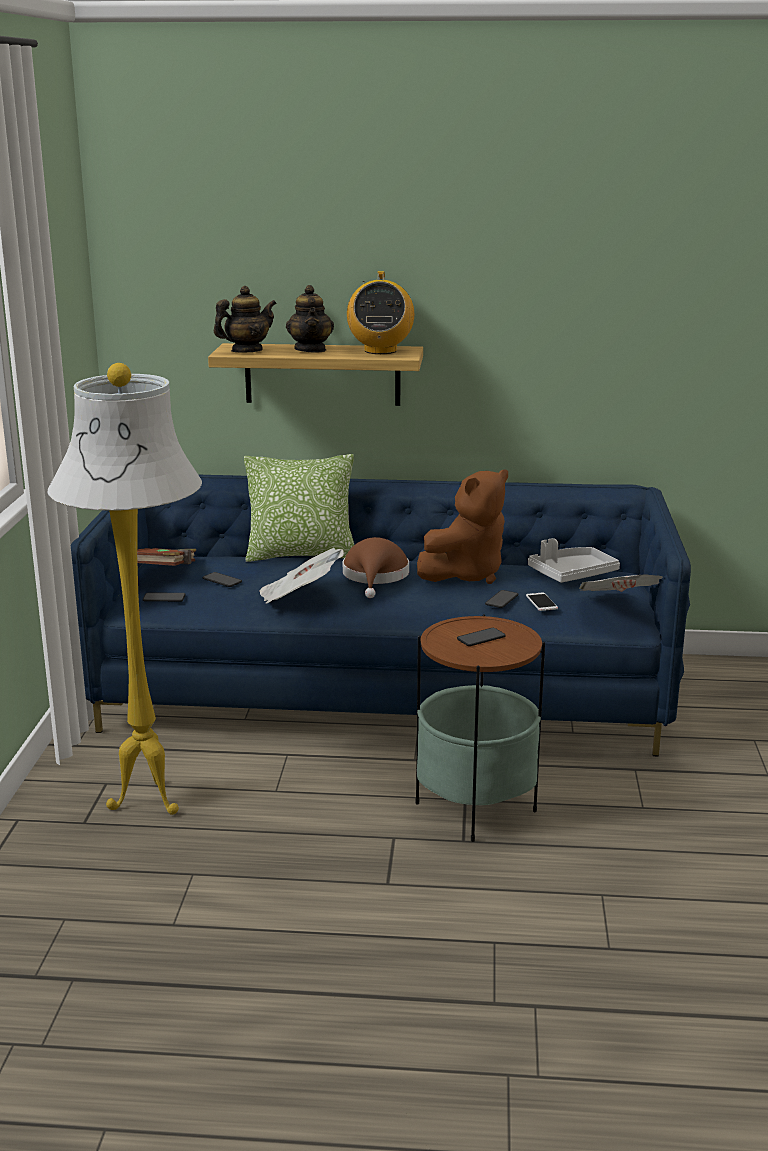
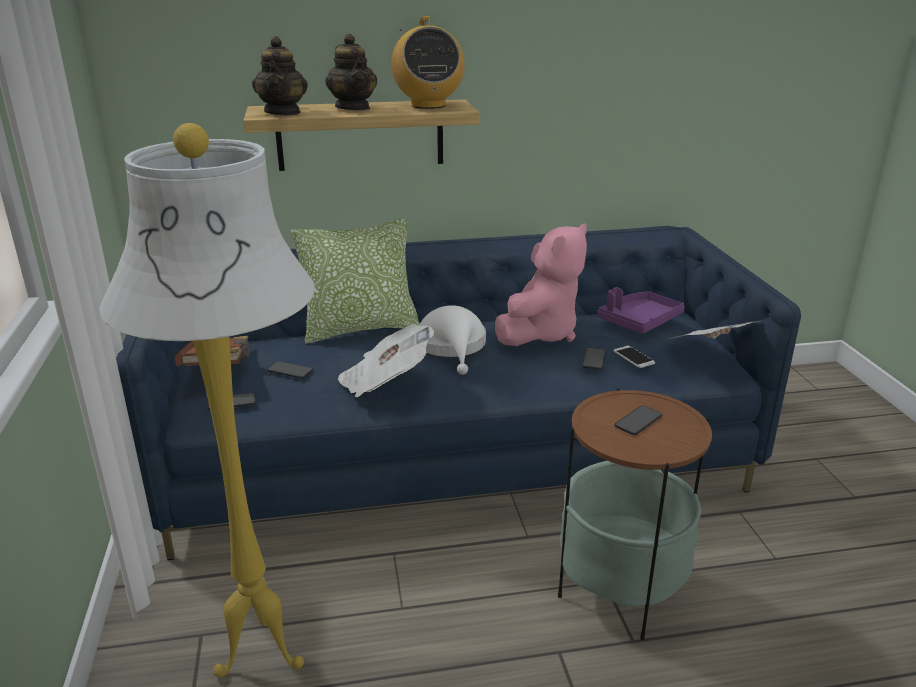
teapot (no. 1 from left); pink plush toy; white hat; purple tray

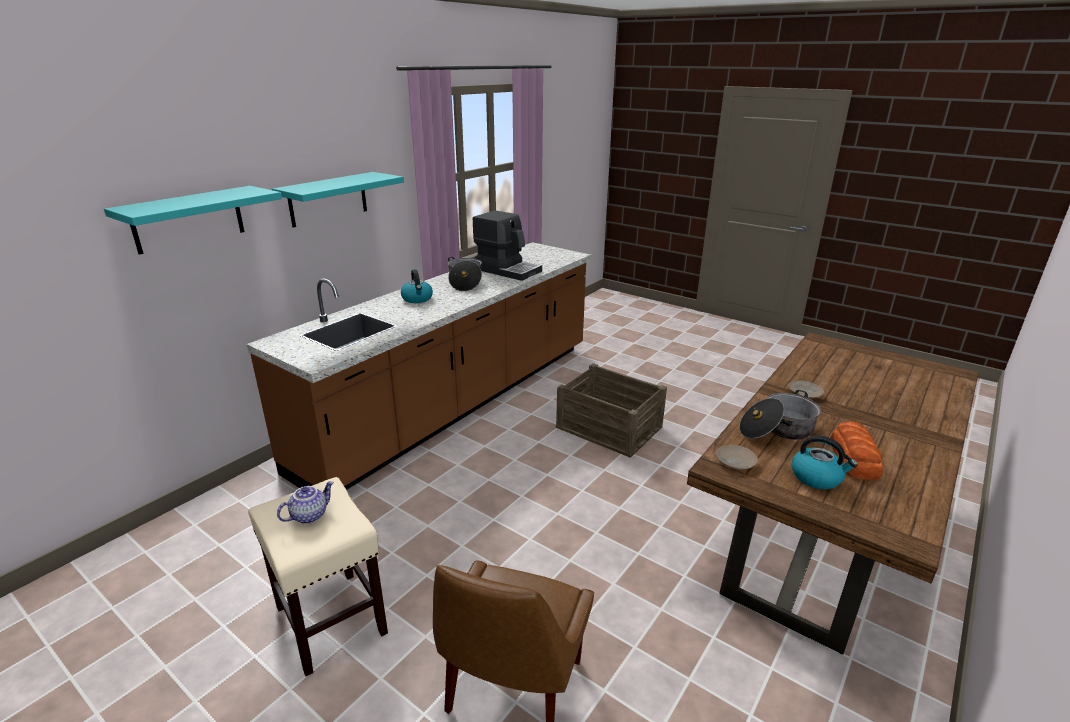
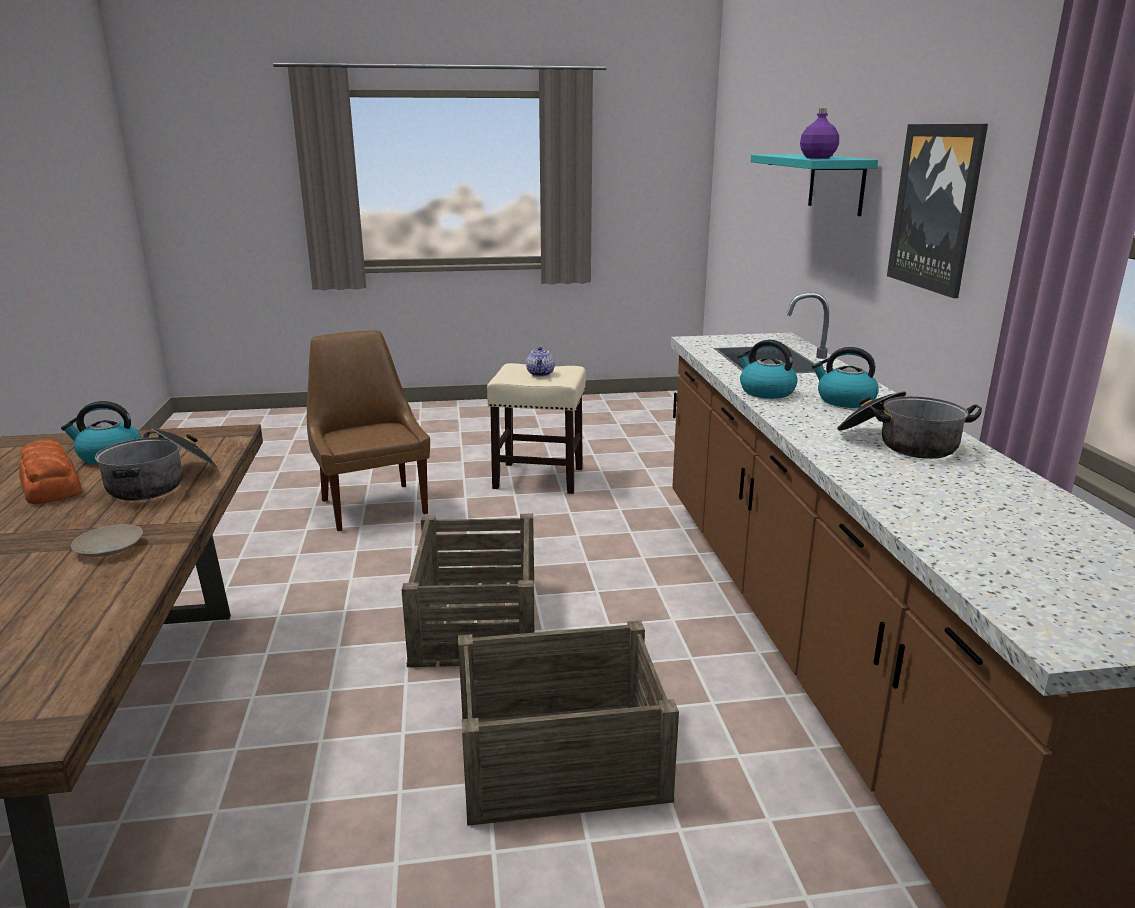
picture; coffee machine; beige plate (no. 1 from left in the first image); purple bottle; kettle (no. 2 from left); crate (no. 1 from left)

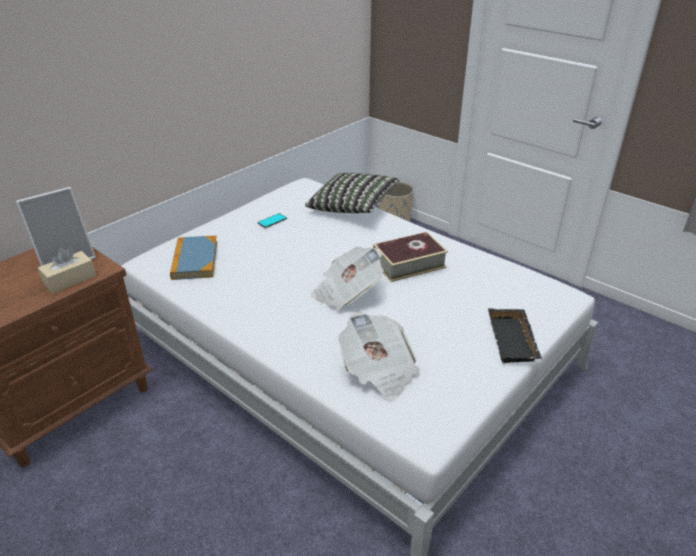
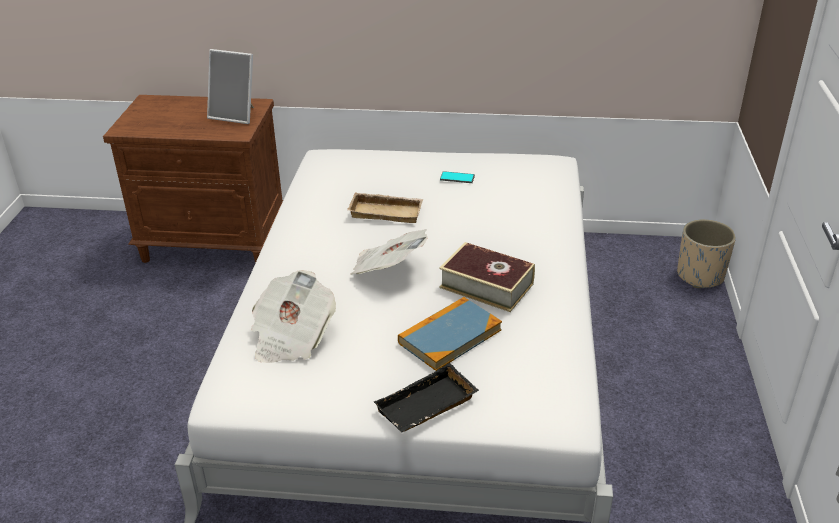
pillow; book (no. 1 from left); beige tissue box; beige tray

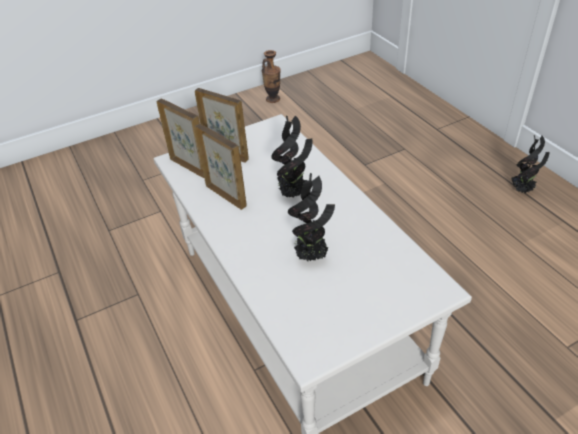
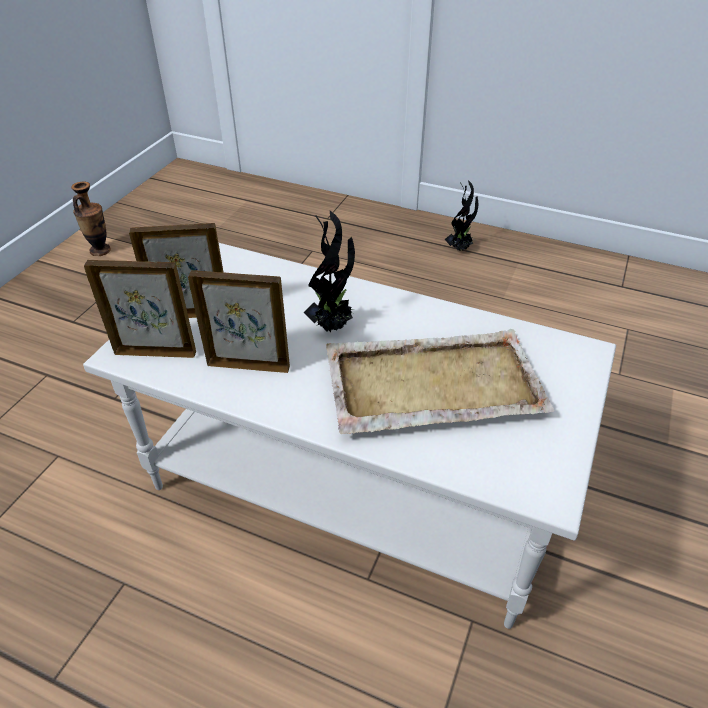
beige tray

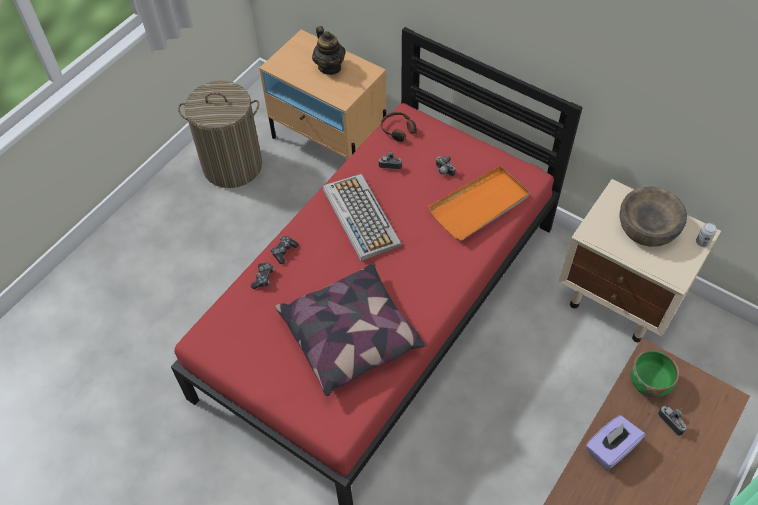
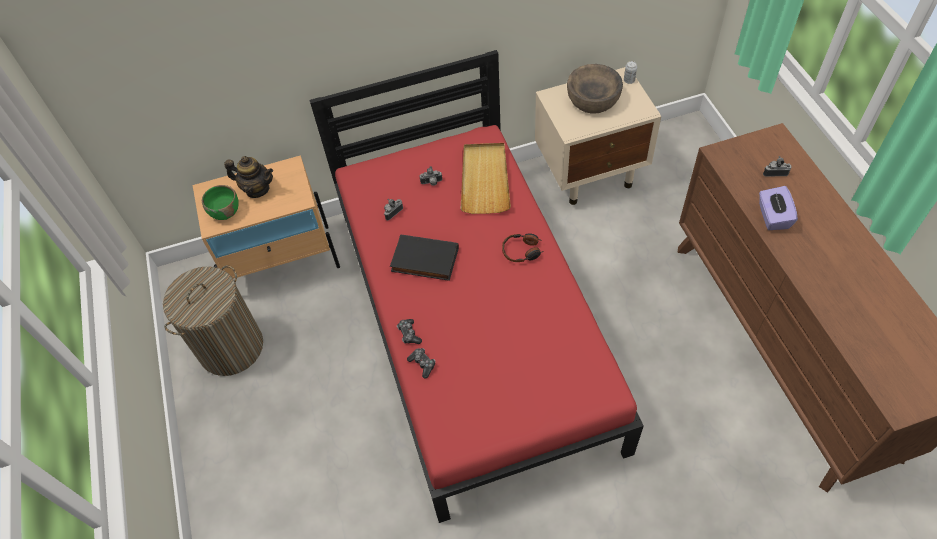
headphones; beige tray; black book; pillow; green bowl

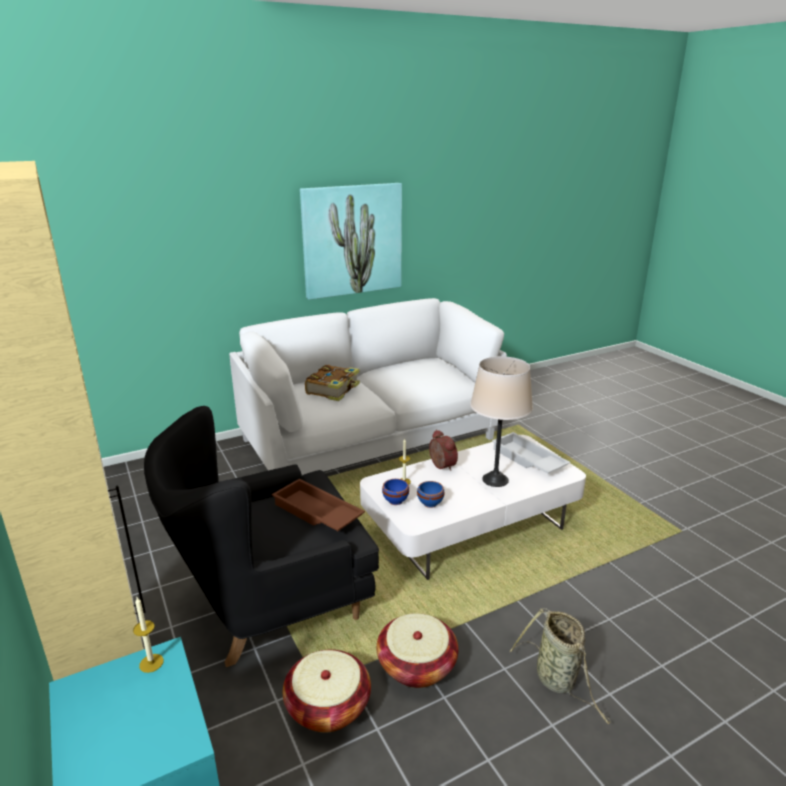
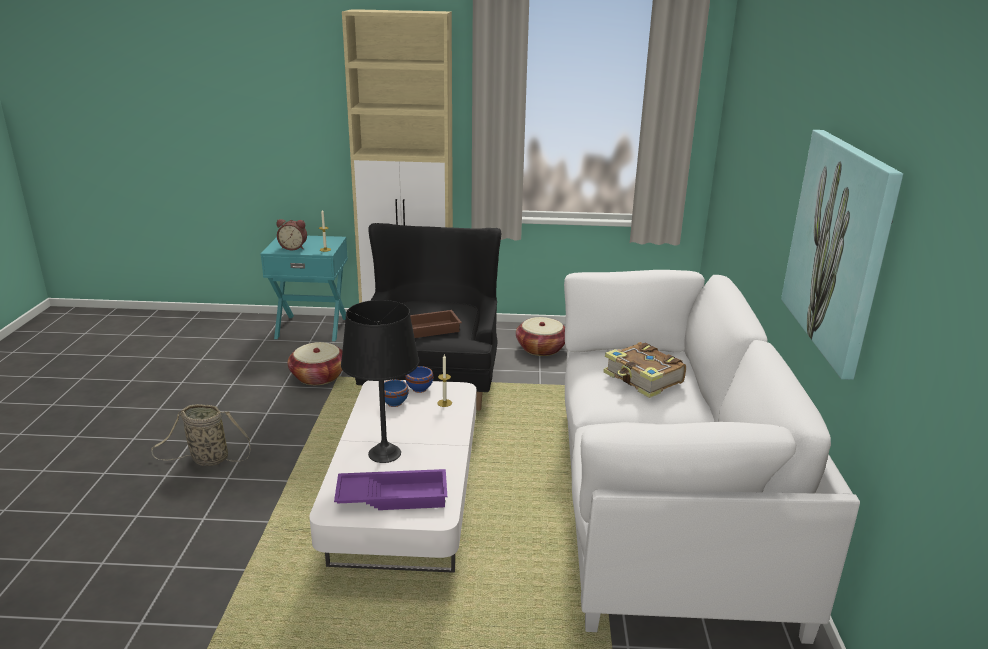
black table lamp; alarm clock; purple tray; basket (no. 3 from left)

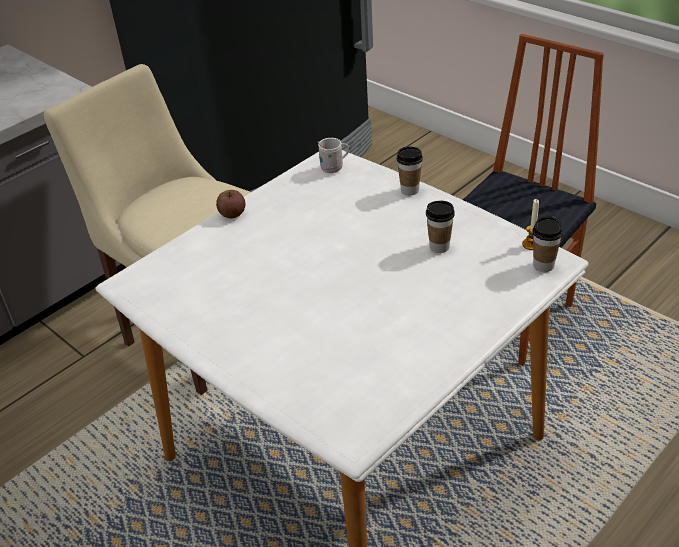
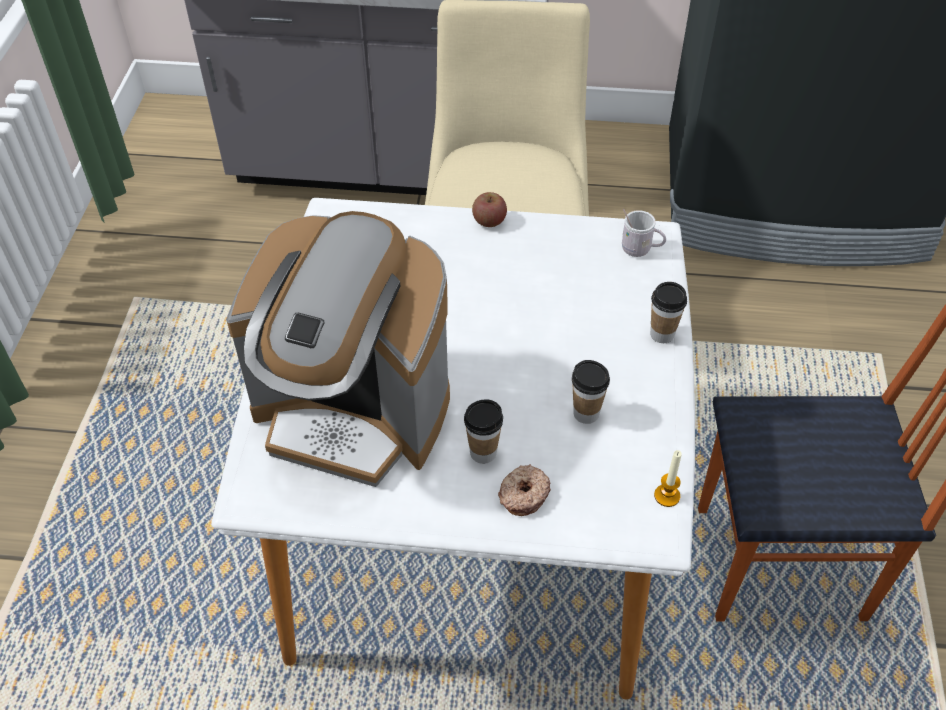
cup (no. 1 from left); coffee machine; donut

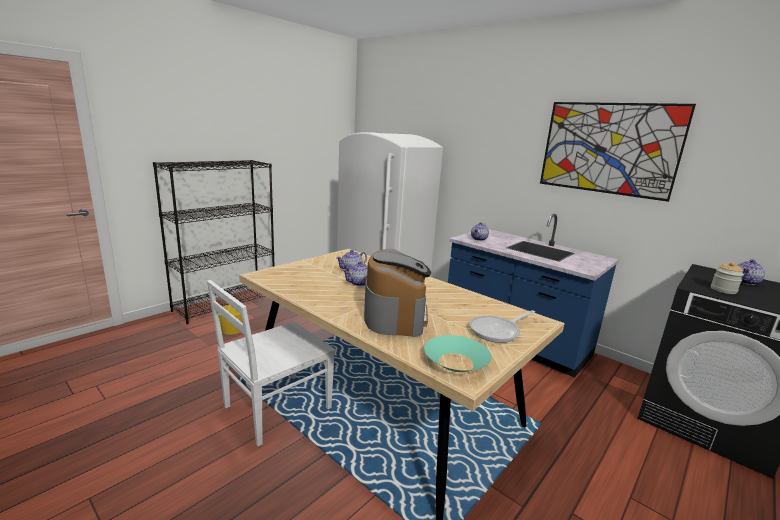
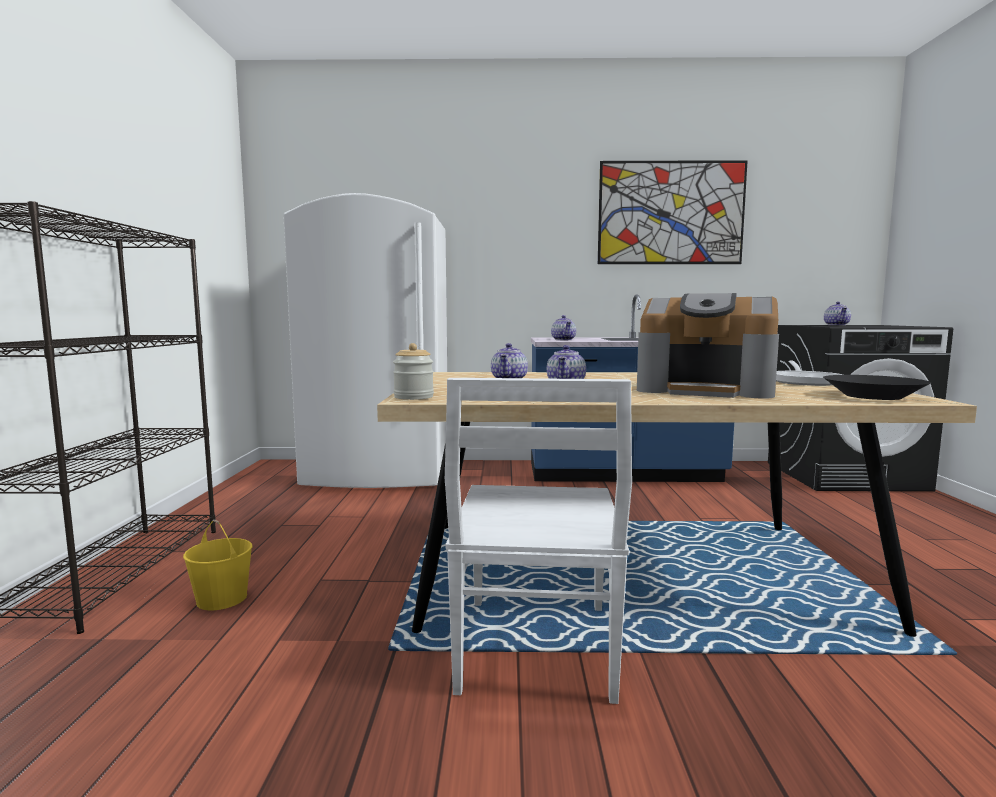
coffee machine; jar; black bowl

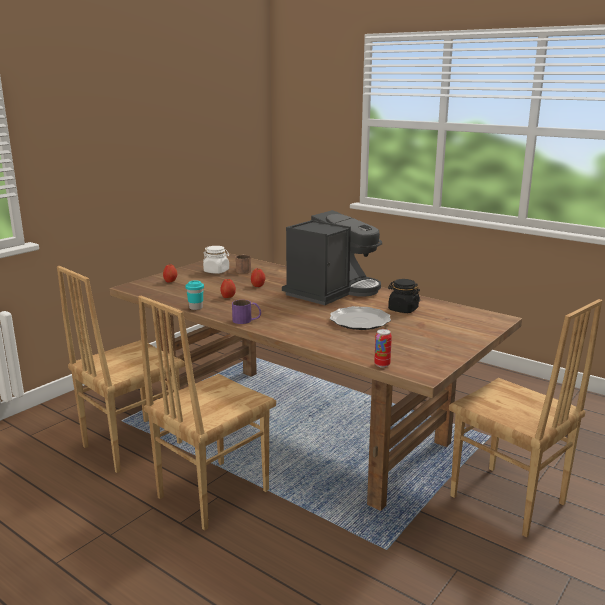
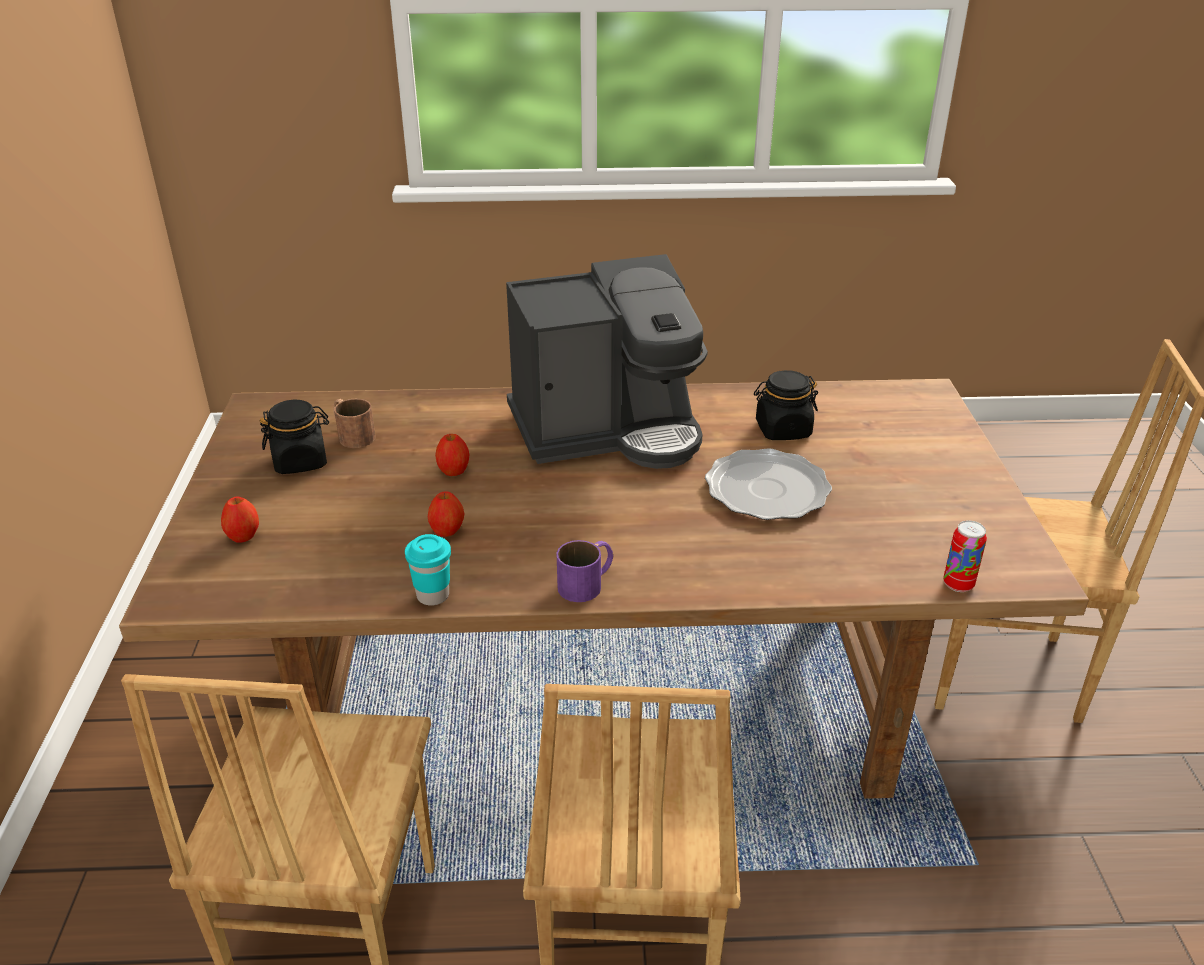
coffee machine; black jar (no. 1 from left)

